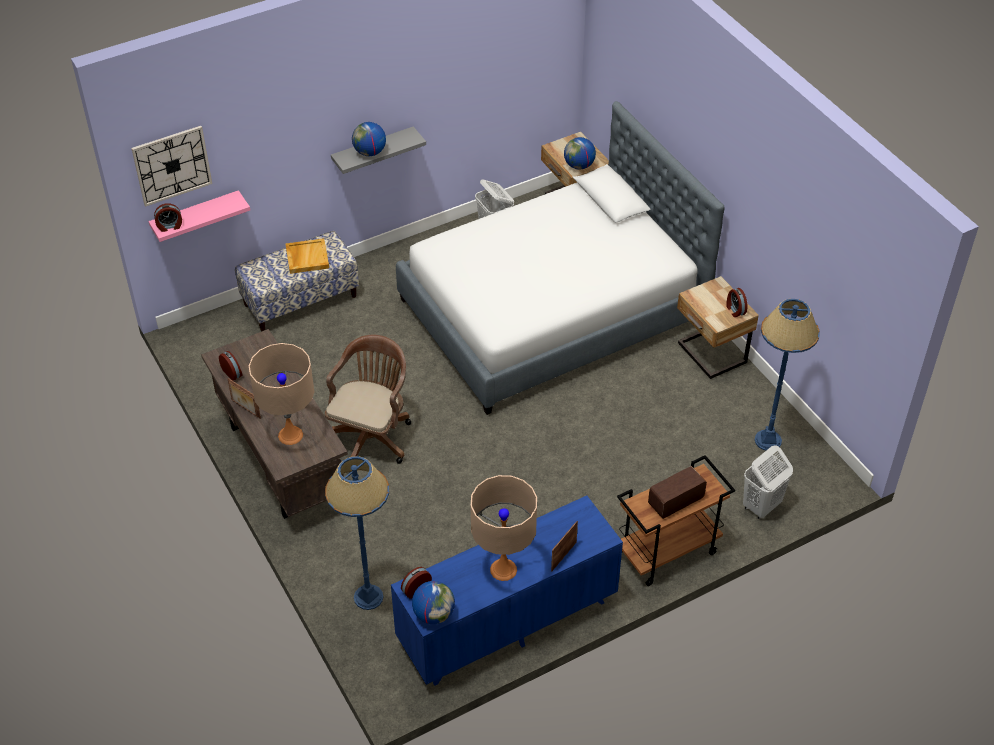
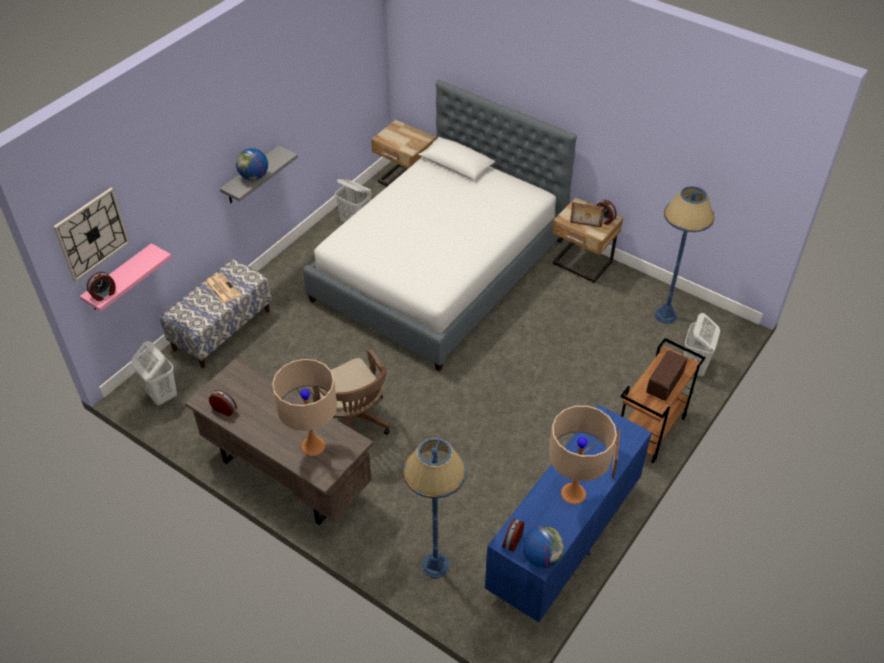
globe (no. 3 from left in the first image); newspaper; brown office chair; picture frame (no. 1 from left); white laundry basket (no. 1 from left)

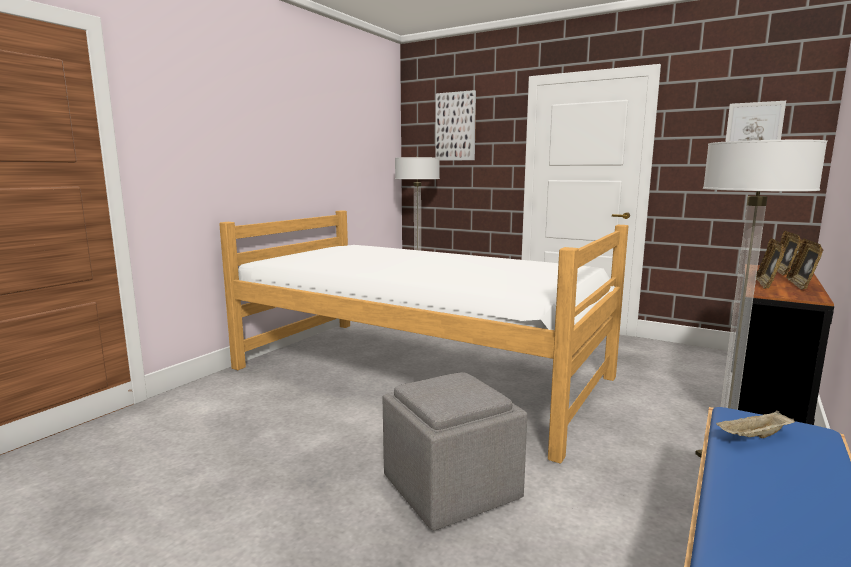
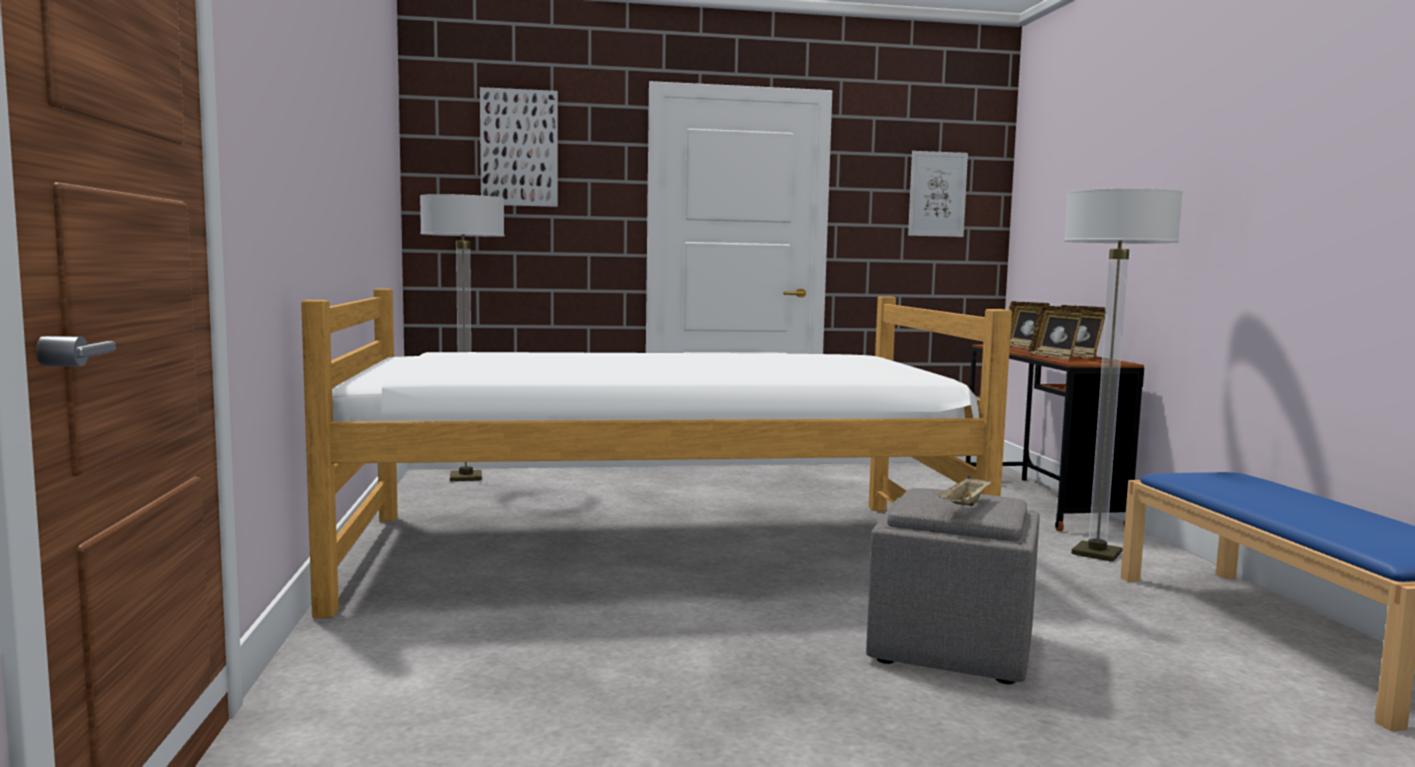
beige tray

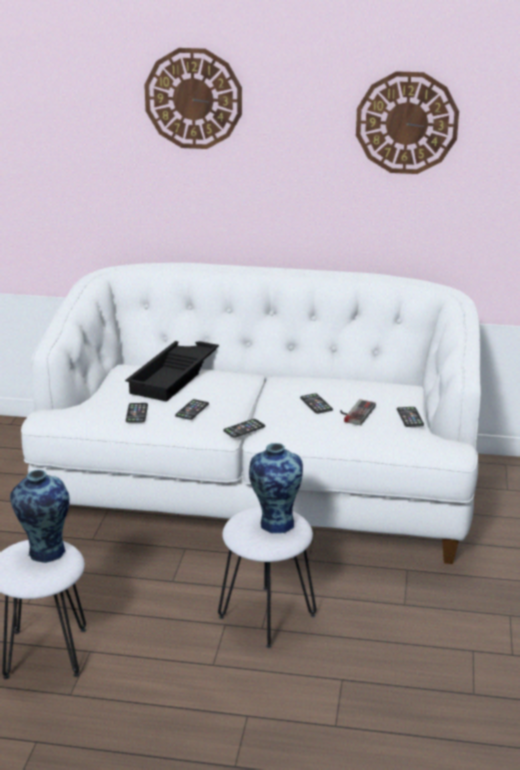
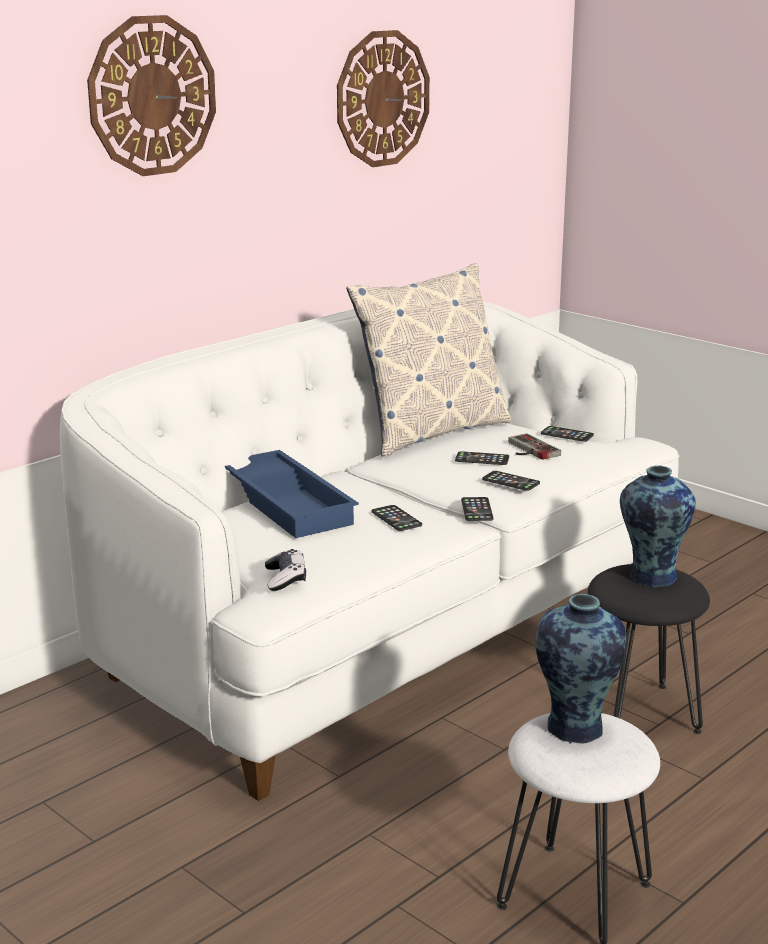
blue tray; phone (no. 4 from left); black stool; pillow; game controller (no. 1 from left)

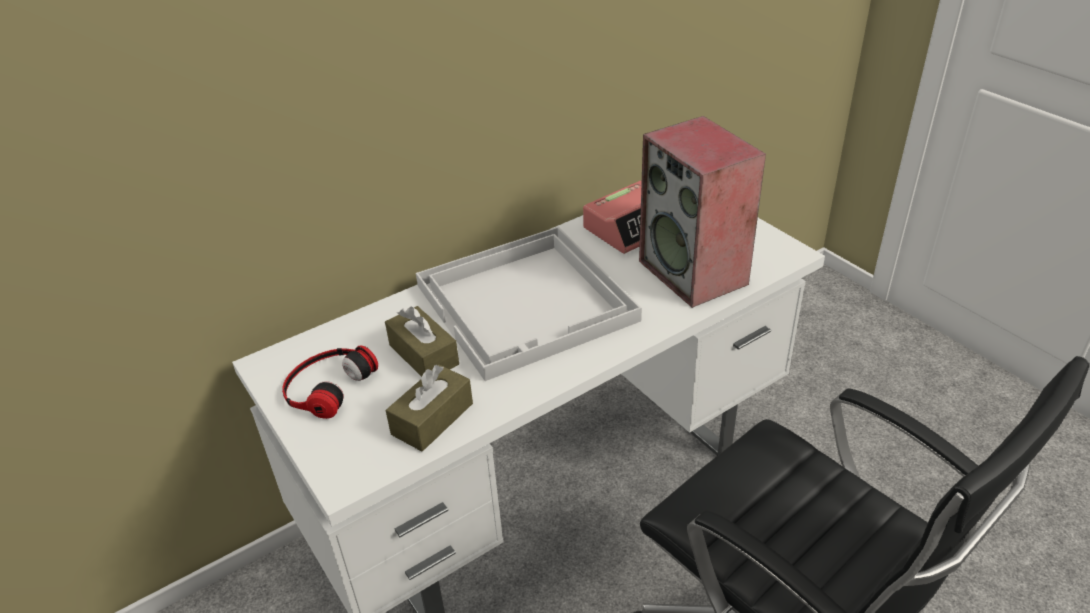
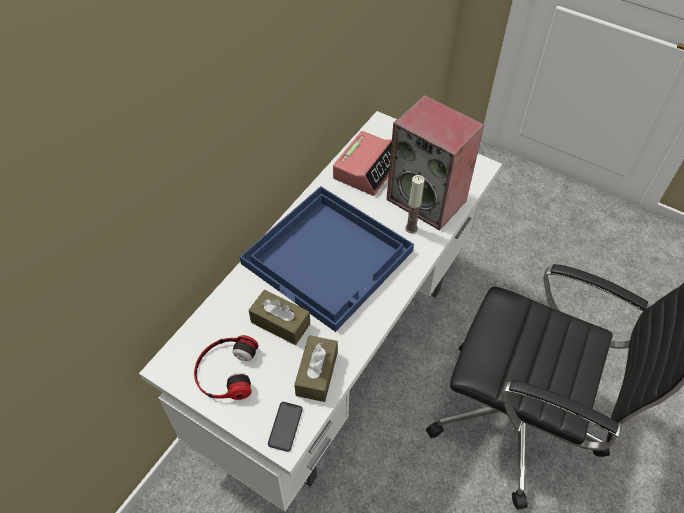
blue tray; candle; phone

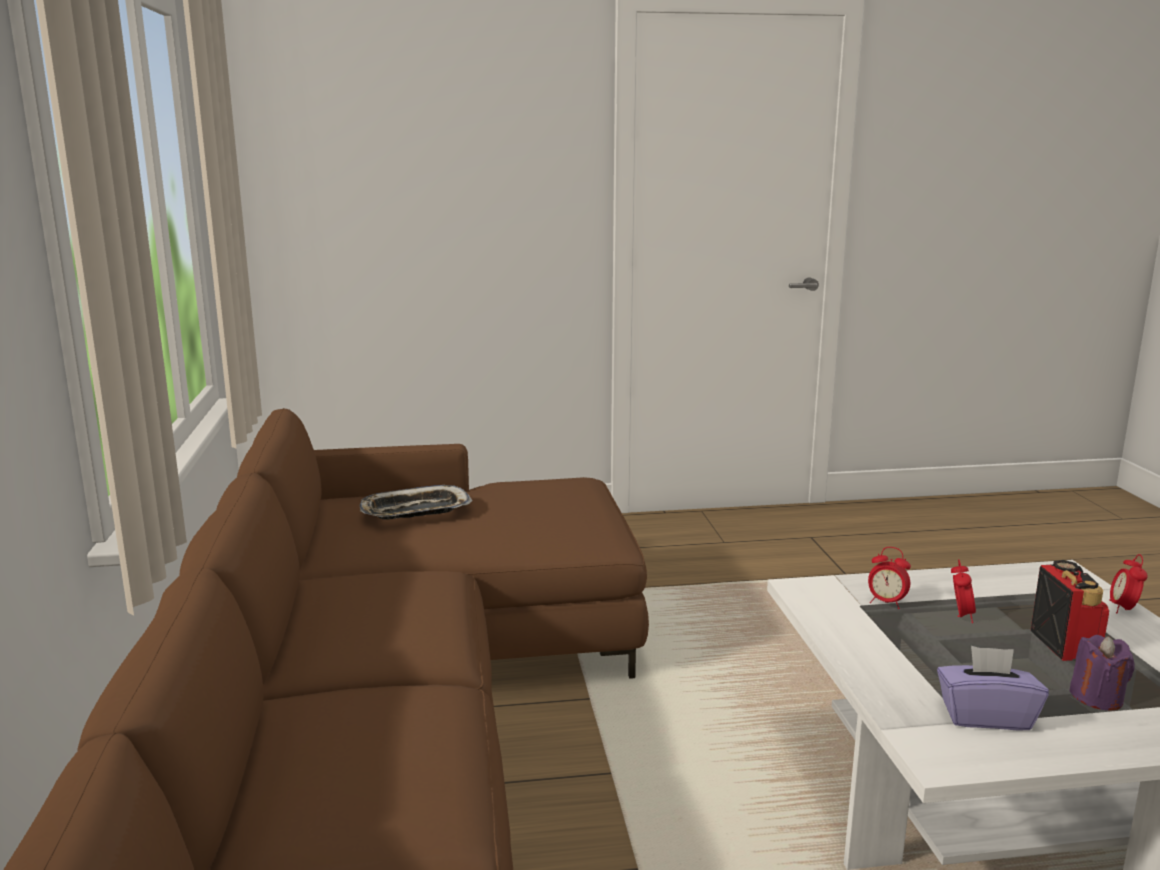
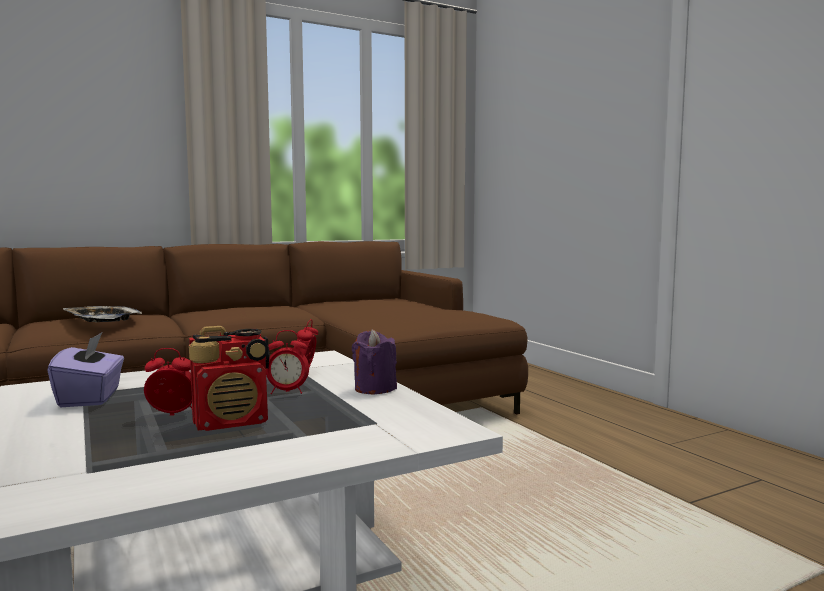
tray; alarm clock (no. 1 from left); purple candle

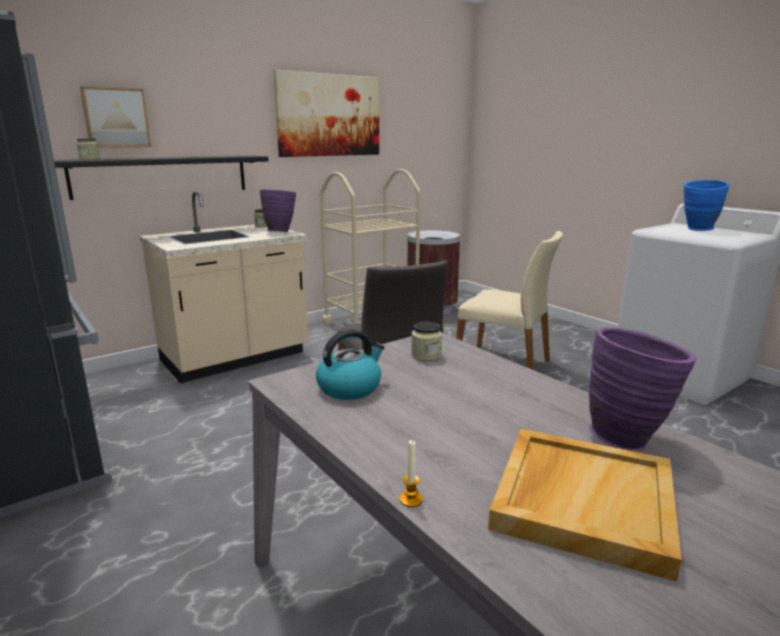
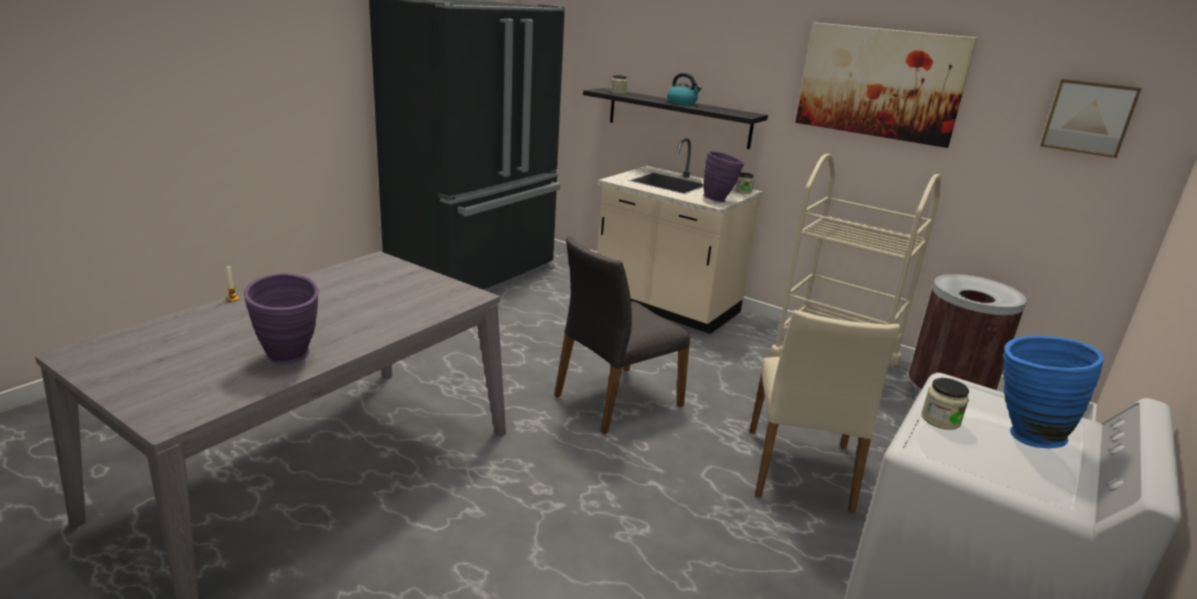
picture (no. 2 from left); jar (no. 3 from left); kettle; beige tray

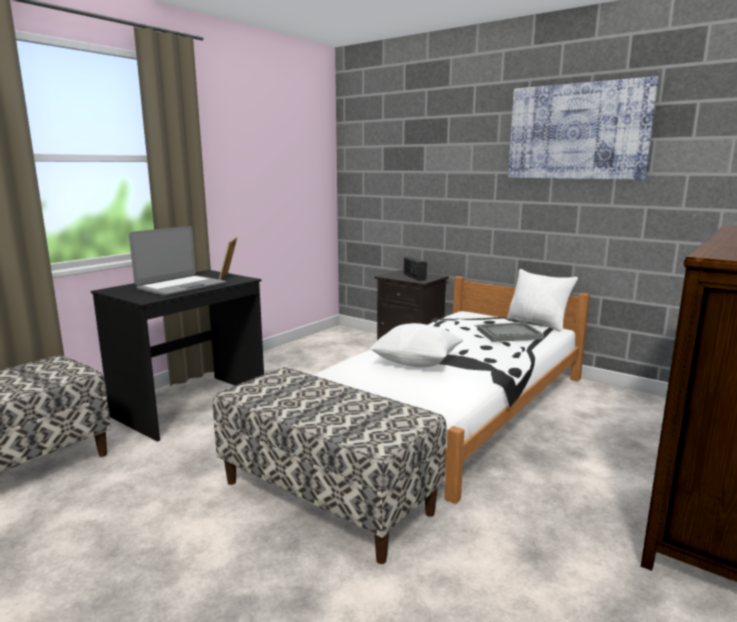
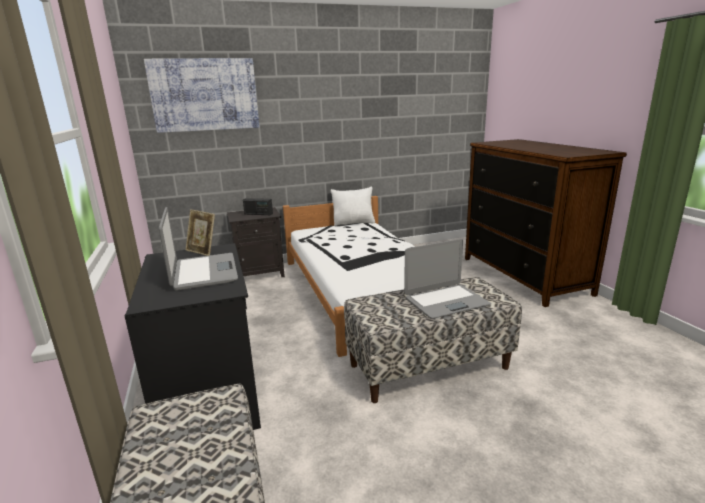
picture; grey tray; white pillow (no. 1 from left in the first image); laptop (no. 2 from left)

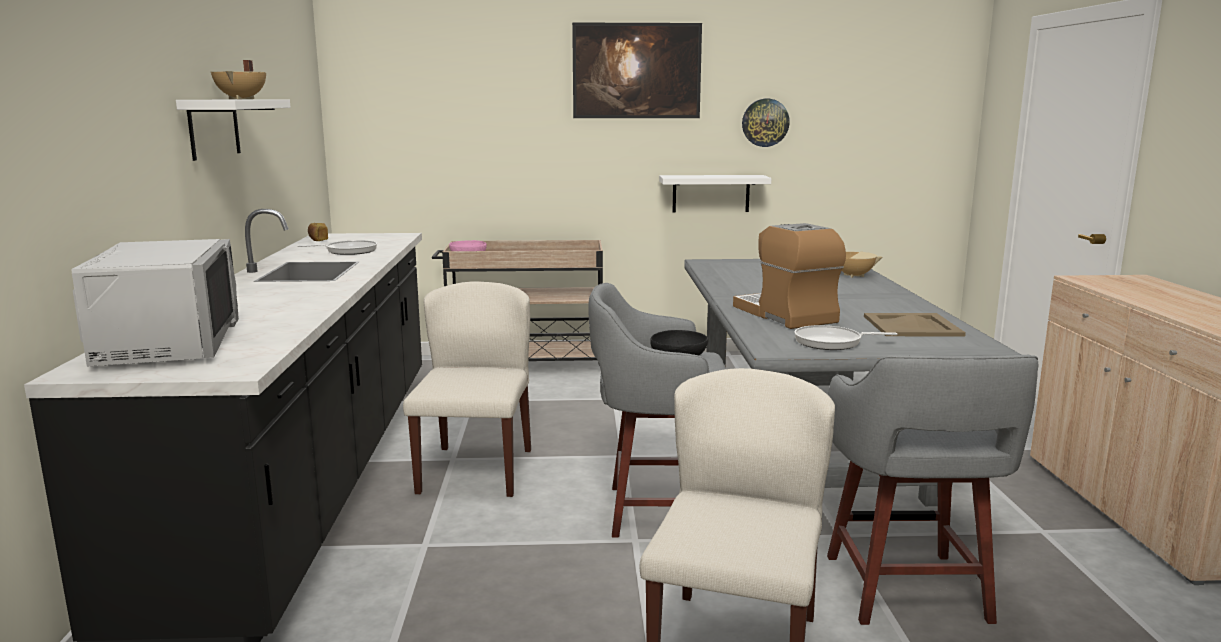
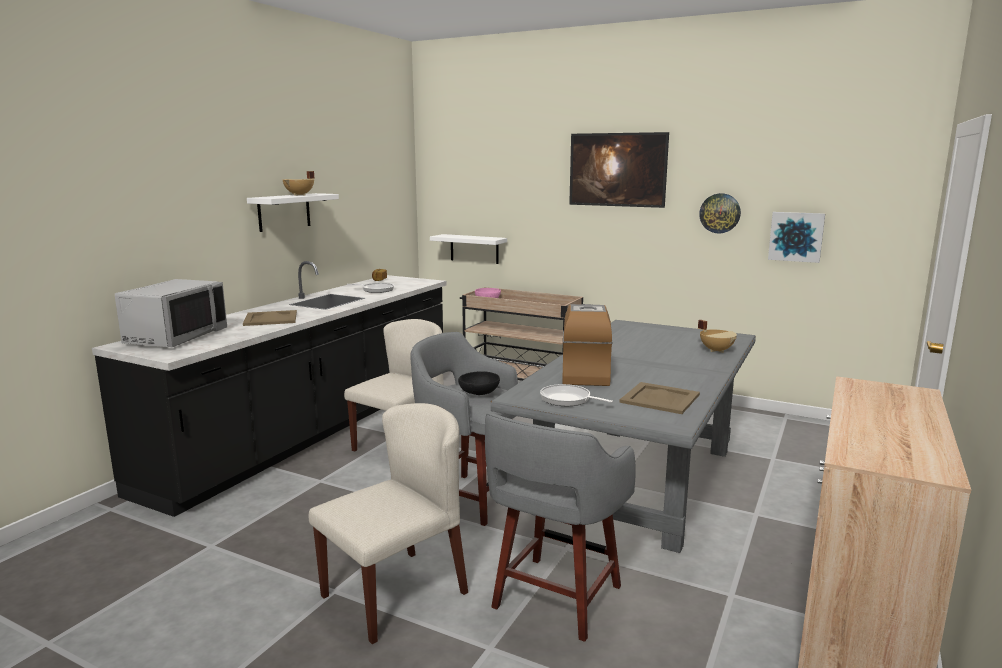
white shelf (no. 2 from left); picture (no. 2 from left); beige tray (no. 1 from left)

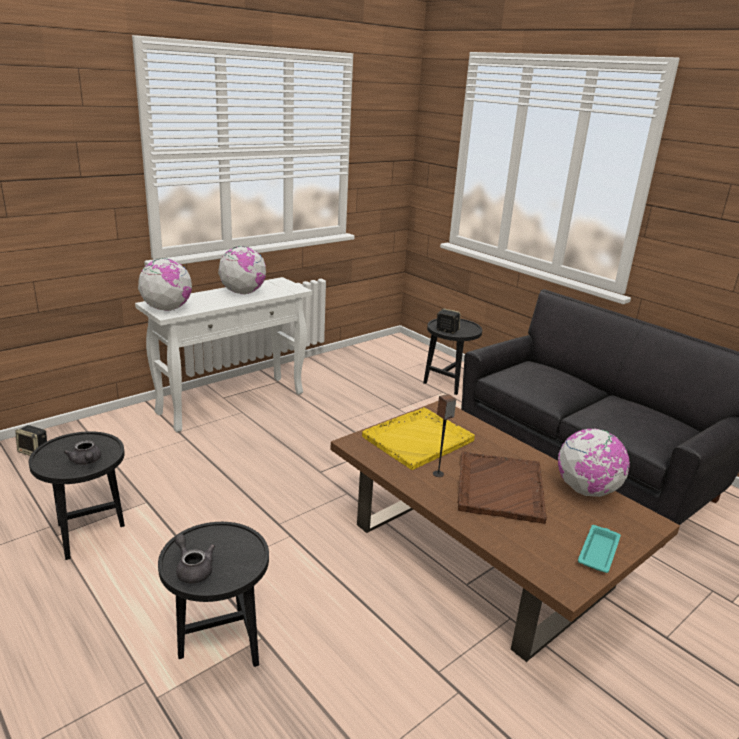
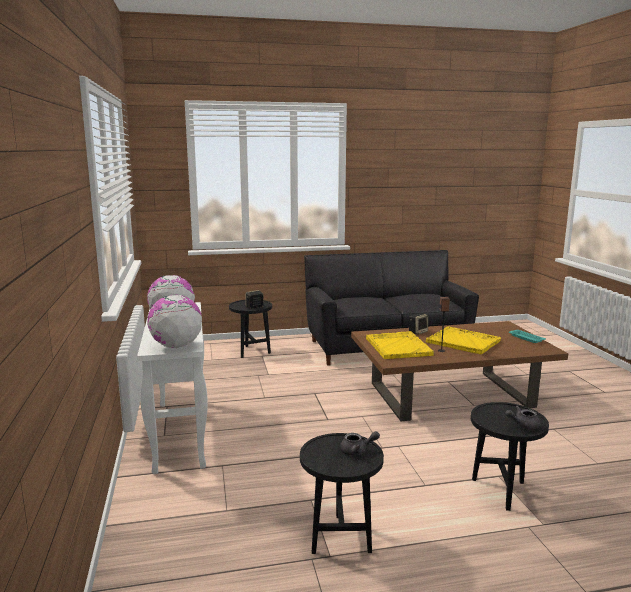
speaker (no. 2 from left); globe (no. 3 from left in the first image); yellow tray (no. 2 from left)

